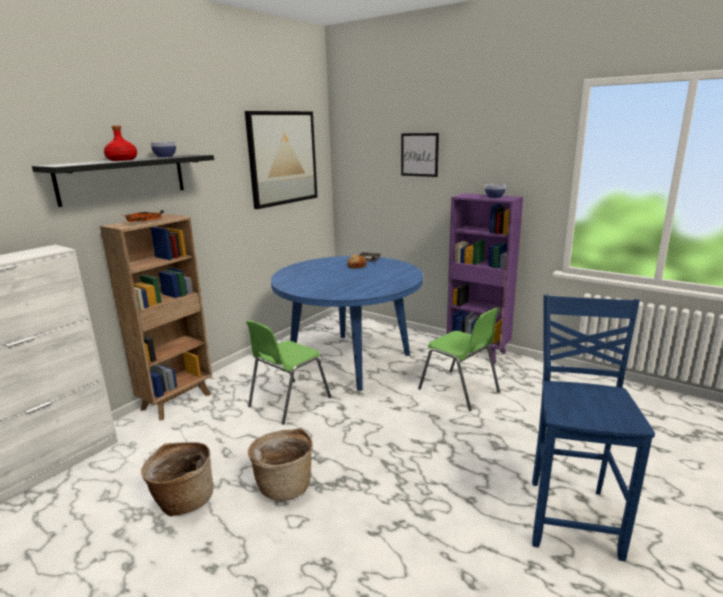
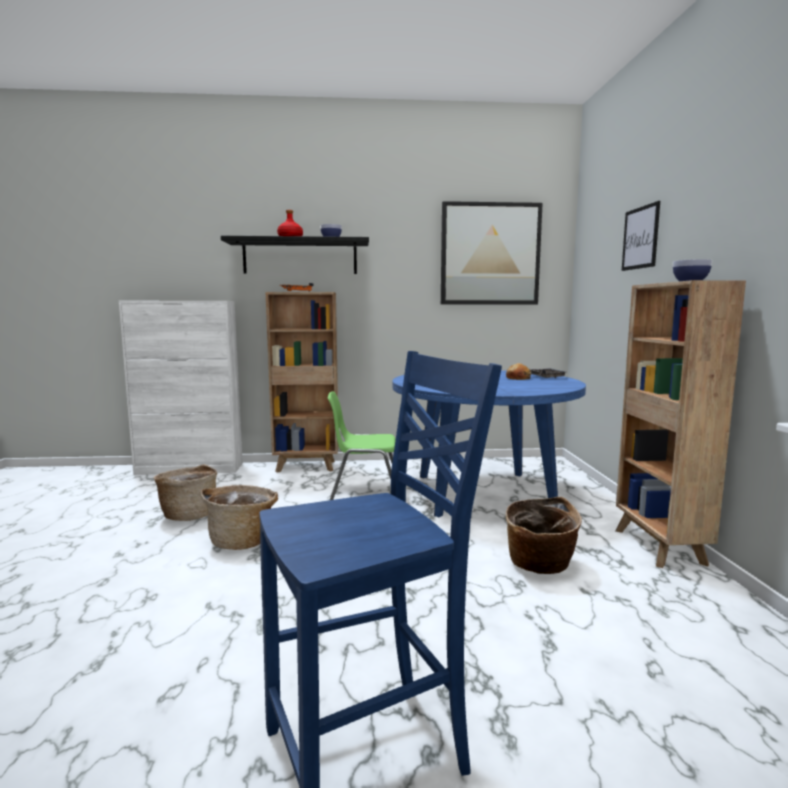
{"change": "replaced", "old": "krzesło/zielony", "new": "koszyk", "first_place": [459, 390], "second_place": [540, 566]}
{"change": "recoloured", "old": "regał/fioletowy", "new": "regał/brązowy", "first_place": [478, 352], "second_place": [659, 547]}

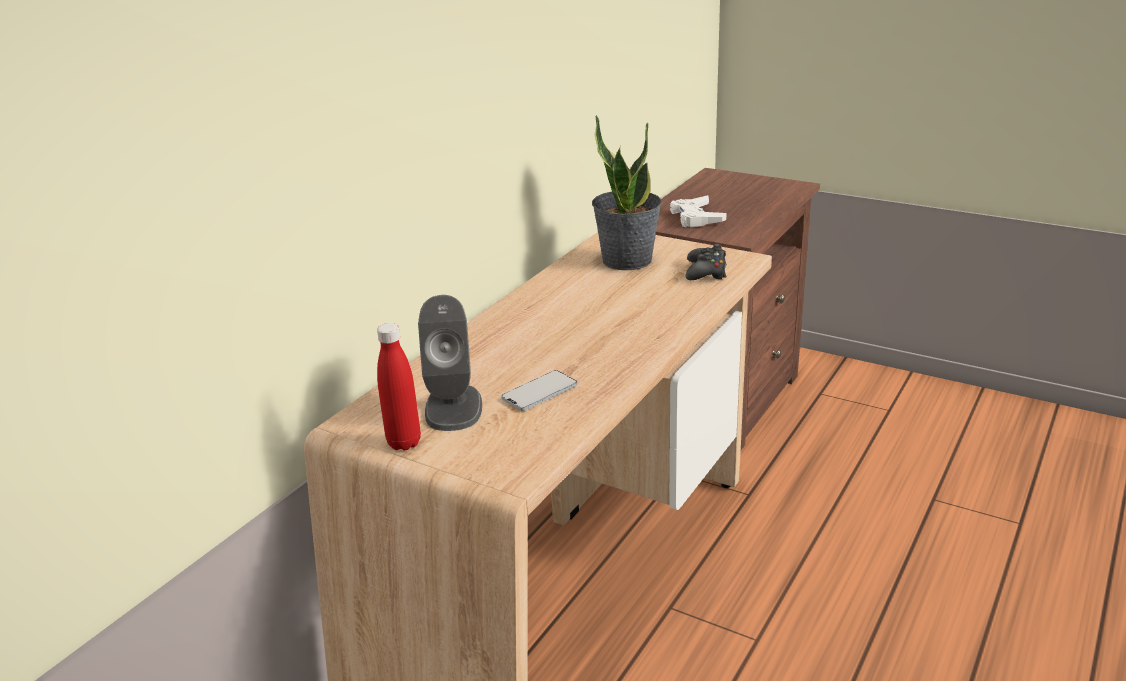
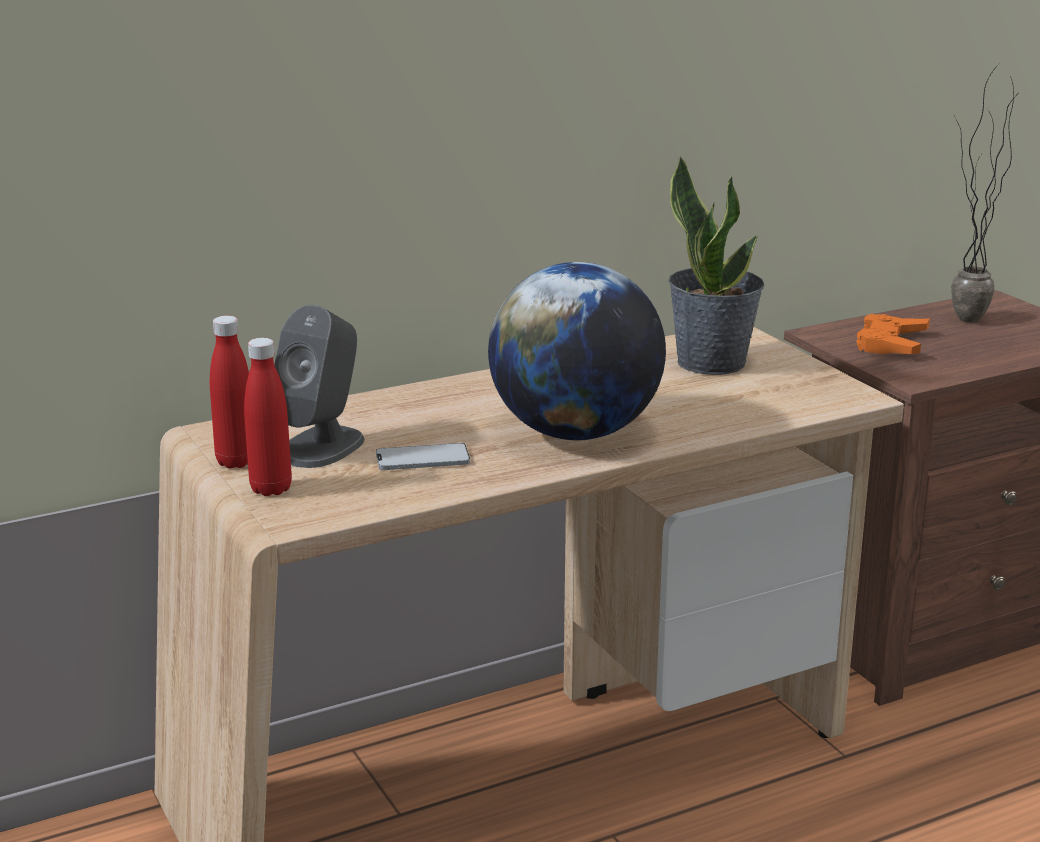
{"change": "added", "new": "butelka/czerwony", "second_place": [271, 489]}
{"change": "added", "new": "globus", "second_place": [575, 433]}
{"change": "recoloured", "old": "pad do gier/biały", "new": "pad do gier/pomarańczowy", "first_place": [696, 217], "second_place": [891, 343]}
{"change": "added", "new": "roślina doniczkowa", "second_place": [961, 323]}
{"change": "removed", "old": "pad do gier/czarny", "first_place": [706, 272]}

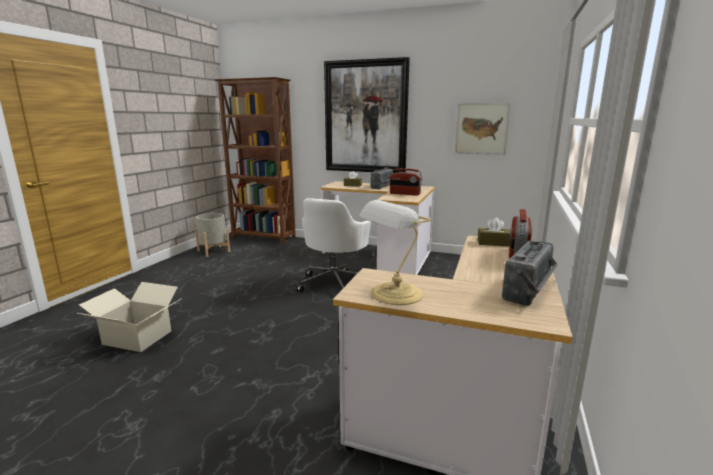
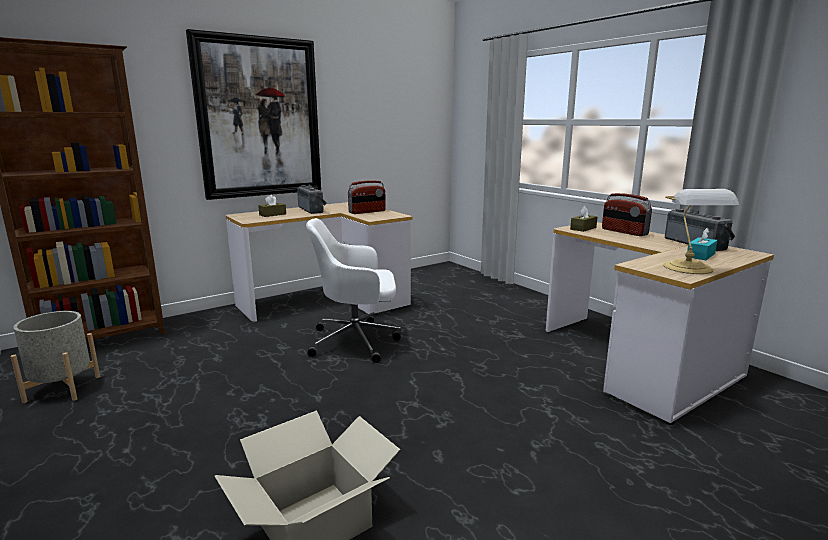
{"change": "turned", "old": "krzesło biurowe/biały", "first_place": [335, 283], "second_place": [357, 341], "degrees": 120}
{"change": "added", "new": "pudełko chusteczek/turkusowy", "second_place": [700, 255]}
{"change": "removed", "old": "obraz", "first_place": [481, 128]}

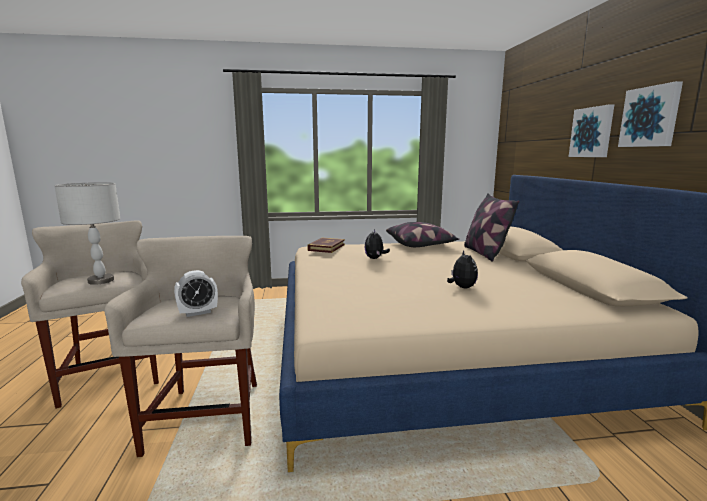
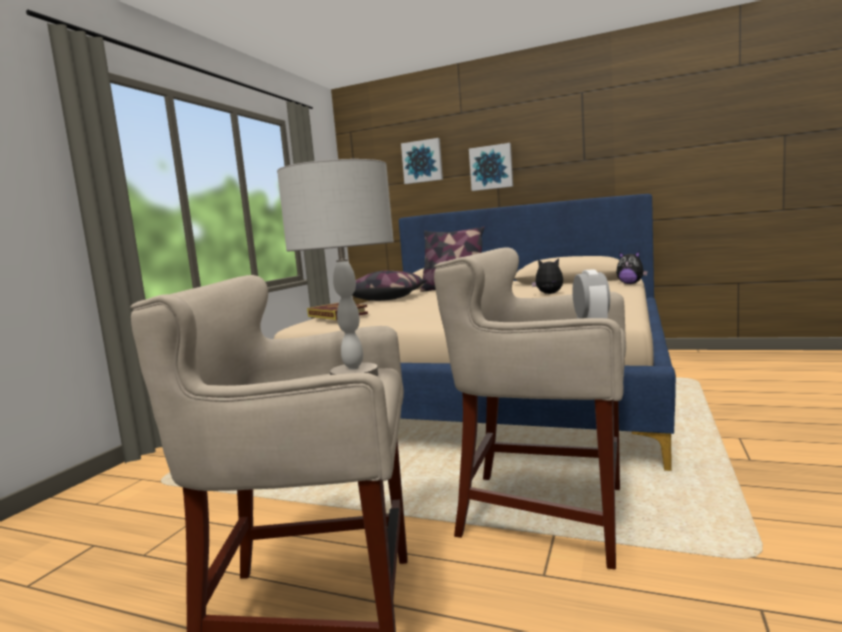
{"change": "moved", "old": "obraz", "first_place": [650, 117], "second_place": [422, 161]}
{"change": "moved", "old": "pluszak", "first_place": [375, 258], "second_place": [630, 283]}

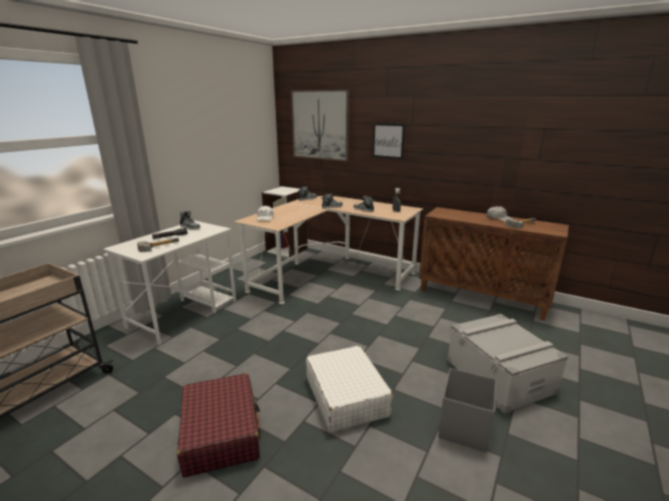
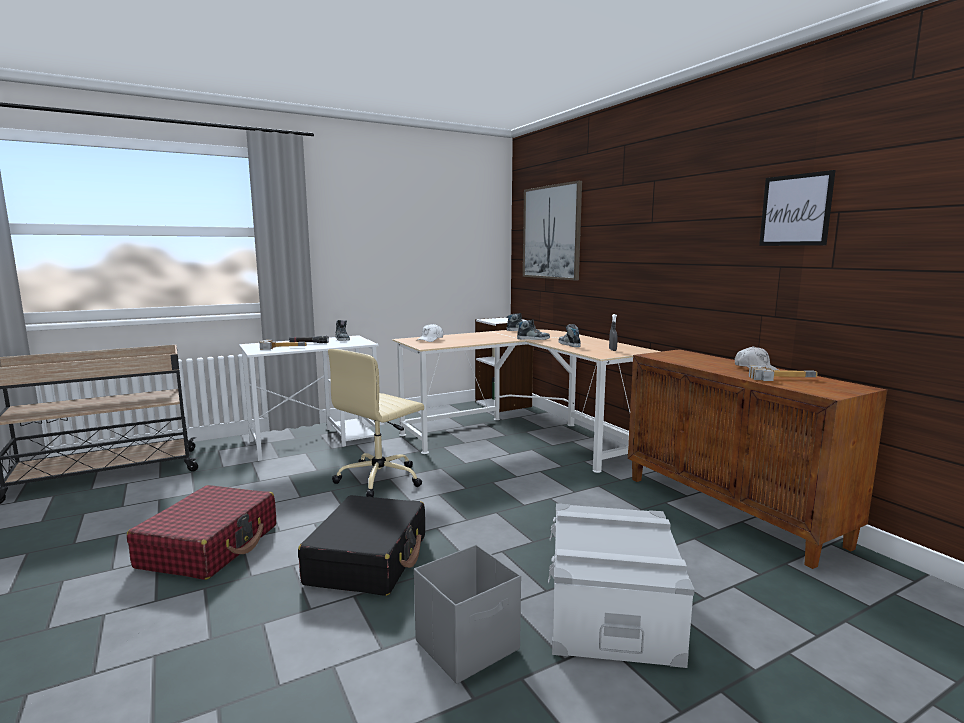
{"change": "recoloured", "old": "walizka/biały", "new": "walizka/czarny", "first_place": [346, 396], "second_place": [368, 559]}
{"change": "added", "new": "krzesło biurowe/beżowy", "second_place": [380, 478]}
{"change": "moved", "old": "obraz", "first_place": [388, 141], "second_place": [795, 210]}

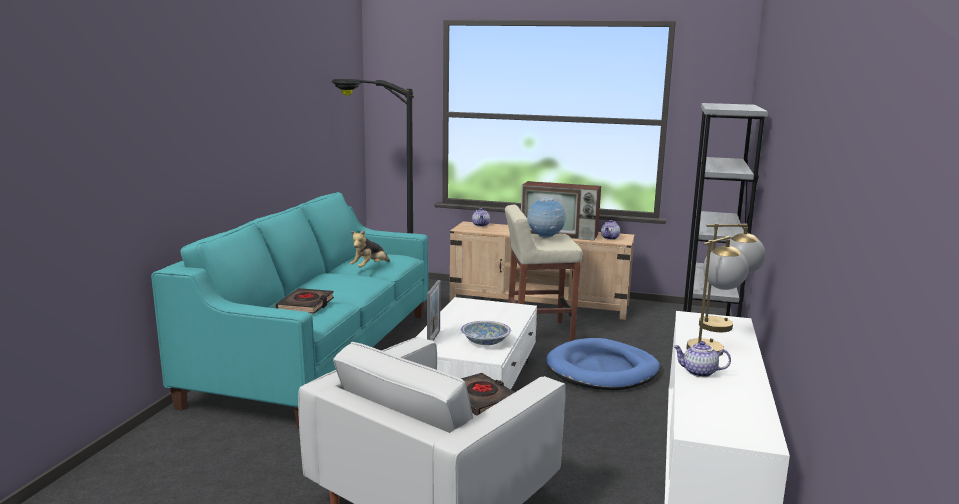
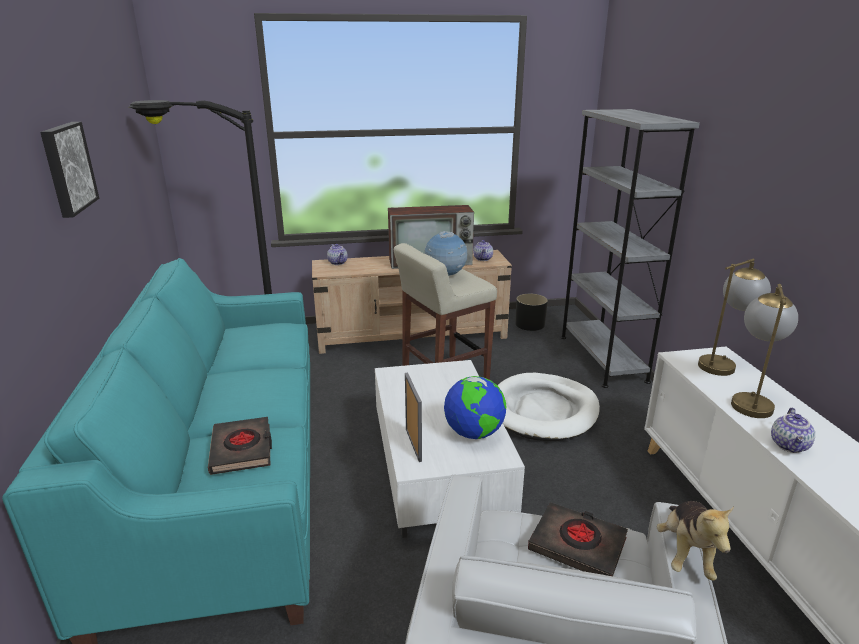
{"change": "added", "new": "obraz", "second_place": [67, 168]}
{"change": "replaced", "old": "miska", "new": "globus", "first_place": [485, 342], "second_place": [474, 433]}
{"change": "recoloured", "old": "legowisko/niebieski", "new": "legowisko/biały", "first_place": [602, 370], "second_place": [543, 411]}
{"change": "added", "new": "donica/czarny", "second_place": [530, 324]}
{"change": "moved", "old": "pluszak", "first_place": [370, 267], "second_place": [686, 553]}
{"change": "turned", "old": "imbryk", "first_place": [699, 373], "second_place": [790, 446], "degrees": -60}

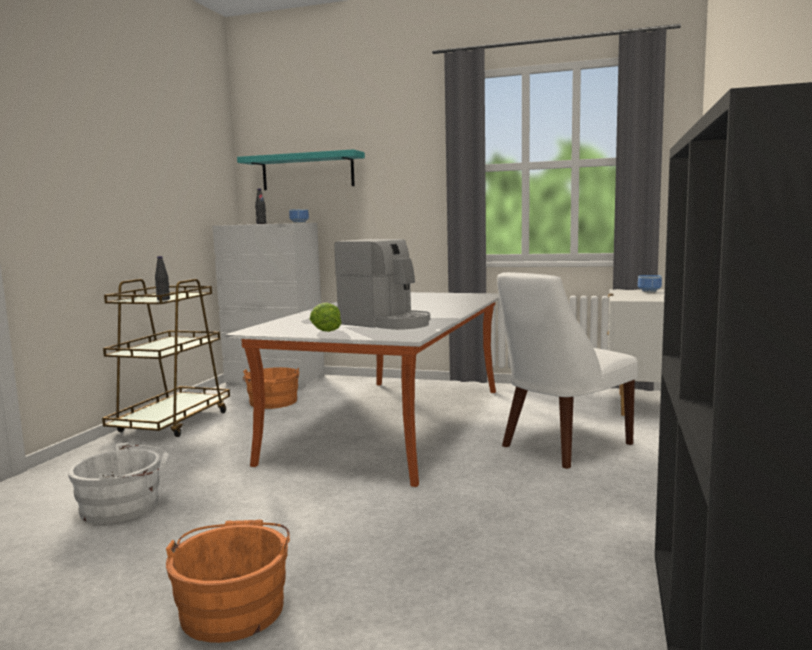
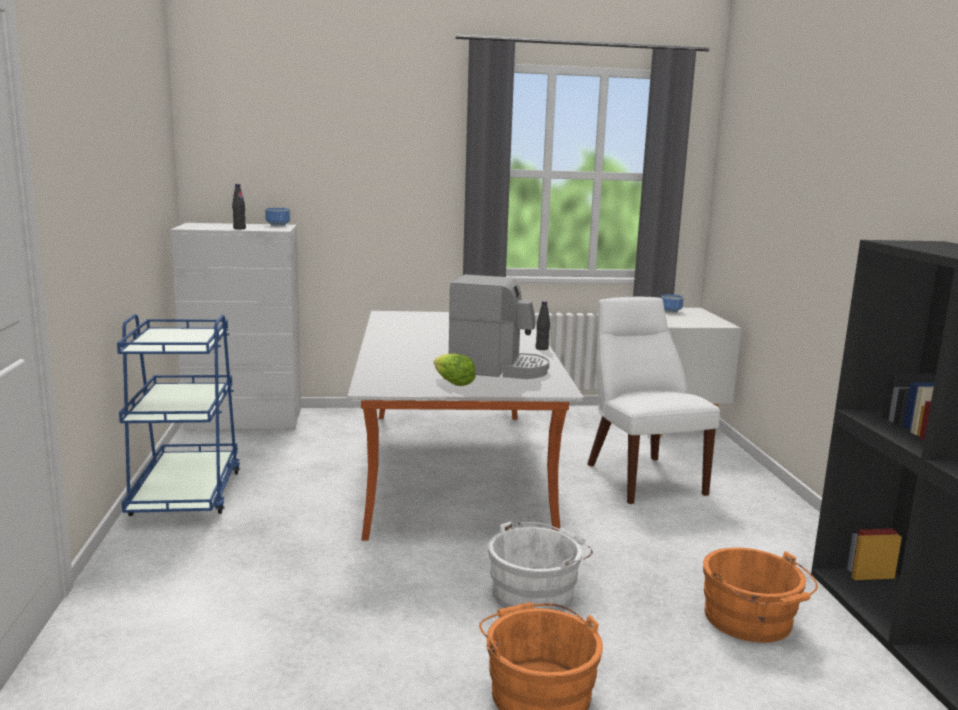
{"change": "recoloured", "old": "wózek/brązowy", "new": "wózek/niebieski", "first_place": [172, 423], "second_place": [186, 495]}
{"change": "moved", "old": "wiadro/biały", "first_place": [125, 506], "second_place": [536, 592]}
{"change": "moved", "old": "butelka/czarny", "first_place": [163, 299], "second_place": [542, 348]}
{"change": "turned", "old": "krzesło/biały", "first_place": [561, 446], "second_place": [641, 477], "degrees": 135}
{"change": "moved", "old": "wiadro/pomarańczowy", "first_place": [273, 403], "second_place": [751, 621]}
{"change": "removed", "old": "półka/turkusowy", "first_place": [307, 172]}

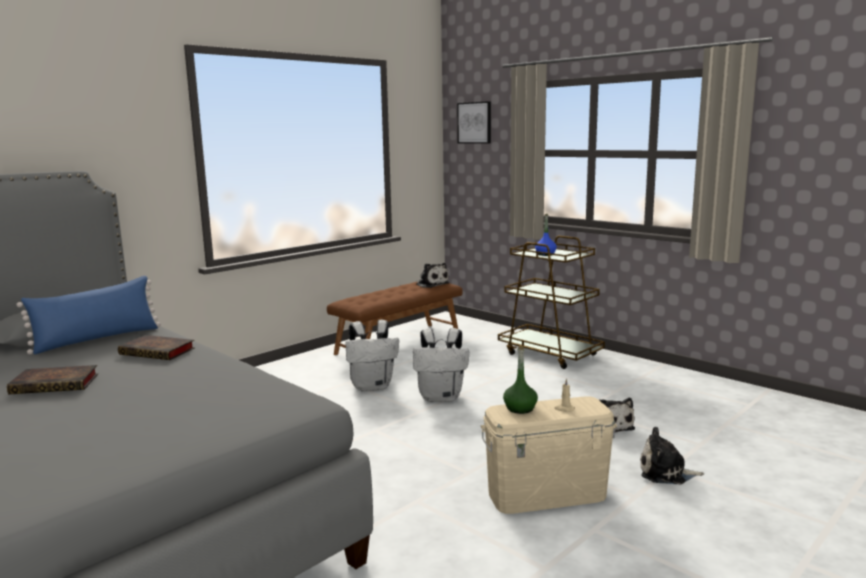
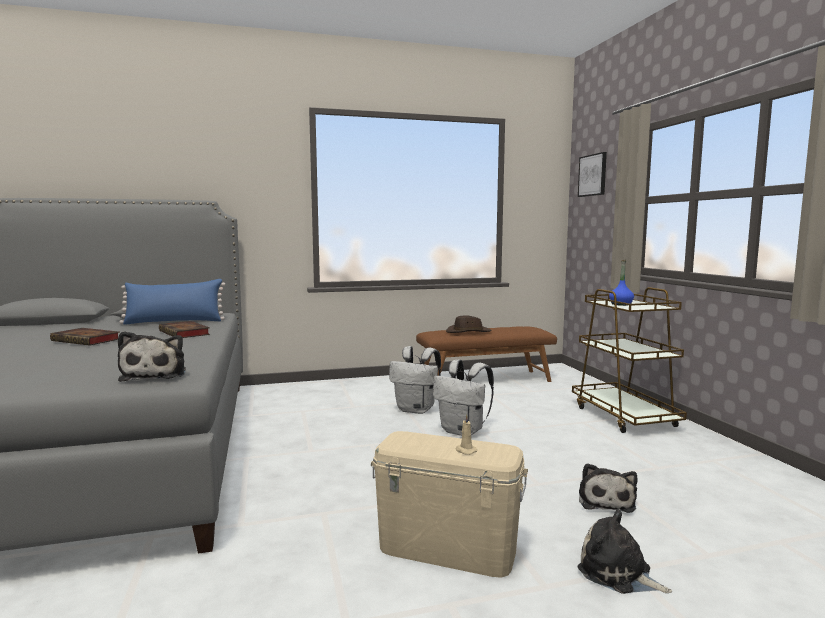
{"change": "moved", "old": "pluszak", "first_place": [431, 284], "second_place": [156, 375]}
{"change": "added", "new": "kapelusz/brązowy", "second_place": [468, 332]}
{"change": "removed", "old": "butelka/zielony", "first_place": [520, 408]}

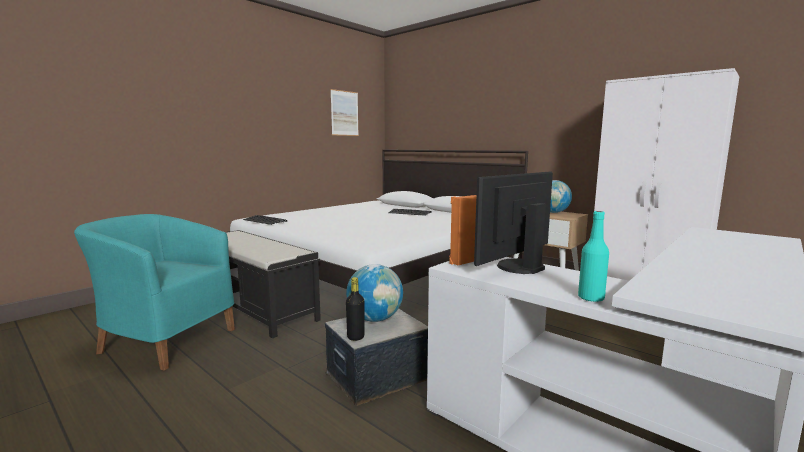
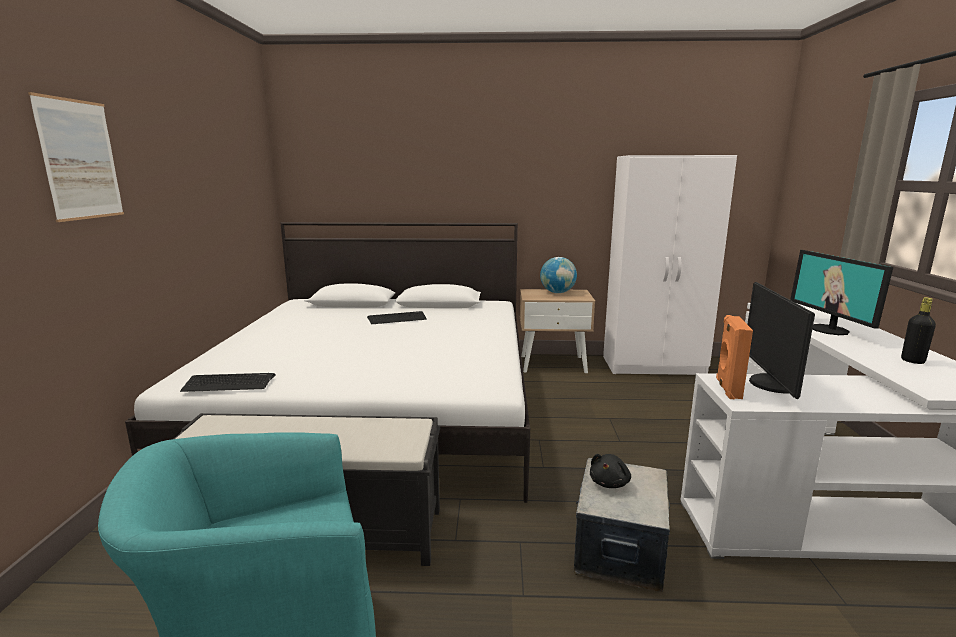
{"change": "moved", "old": "obraz", "first_place": [344, 113], "second_place": [80, 160]}
{"change": "replaced", "old": "globus", "new": "pluszak/czarny", "first_place": [375, 319], "second_place": [610, 483]}
{"change": "added", "new": "monitor", "second_place": [830, 330]}
{"change": "moved", "old": "butelka/czarny", "first_place": [355, 337], "second_place": [912, 361]}
{"change": "removed", "old": "butelka/turkusowy", "first_place": [591, 298]}

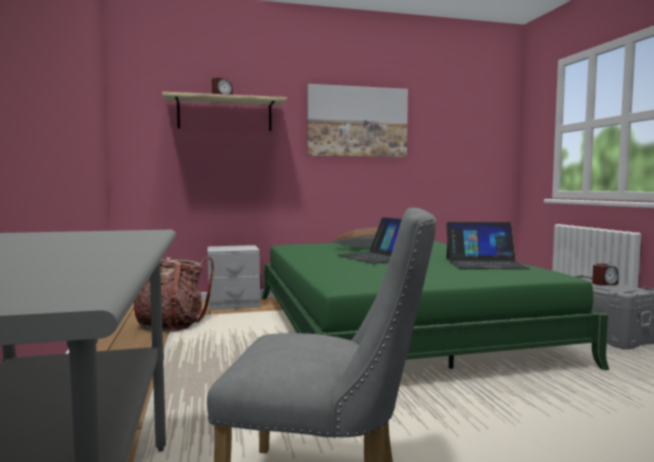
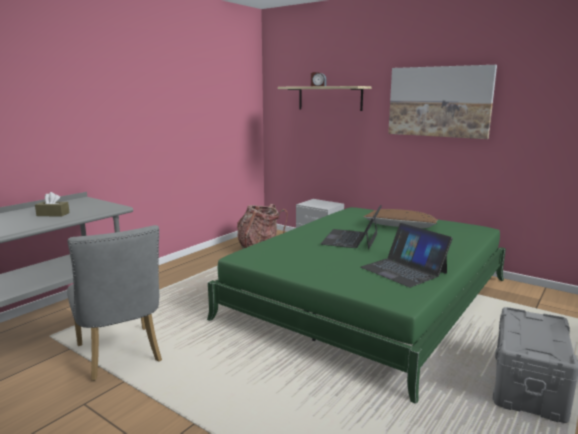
{"change": "added", "new": "pudełko chusteczek/brązowy", "second_place": [53, 214]}
{"change": "removed", "old": "budzik", "first_place": [604, 283]}

